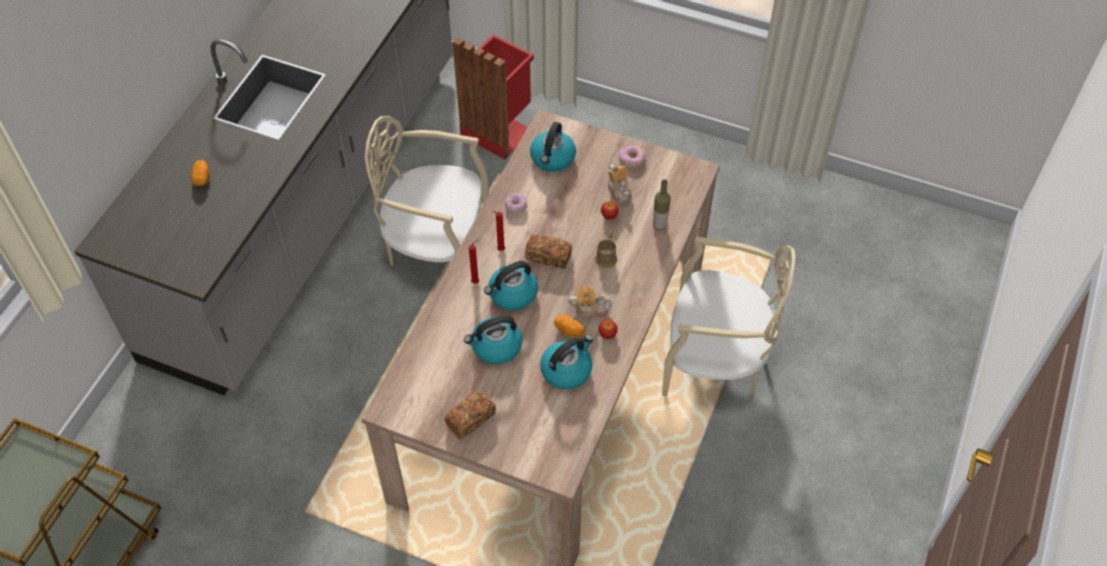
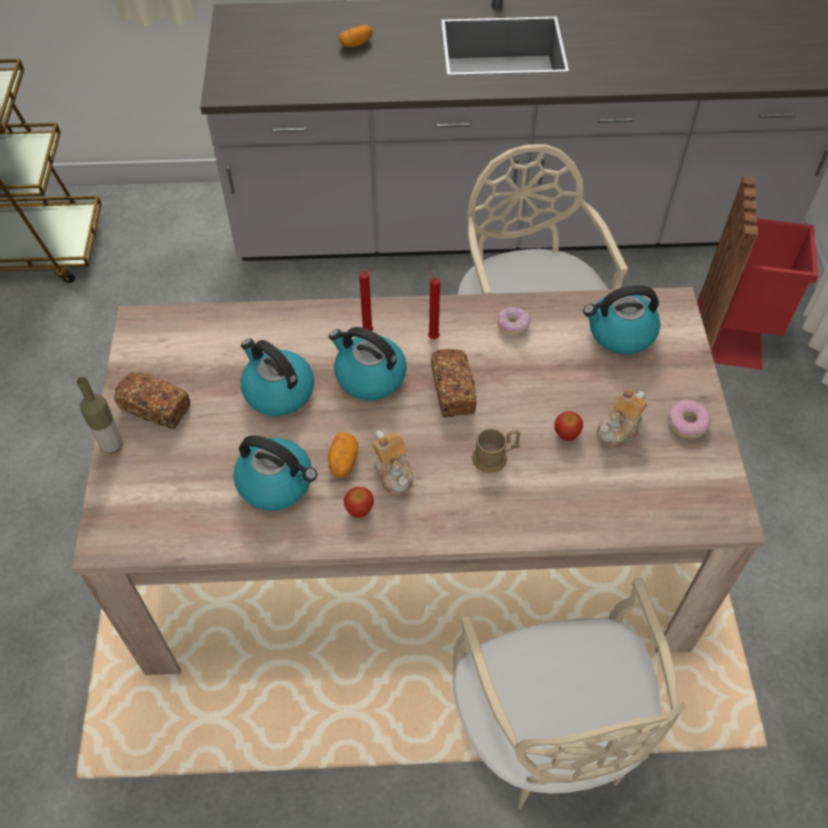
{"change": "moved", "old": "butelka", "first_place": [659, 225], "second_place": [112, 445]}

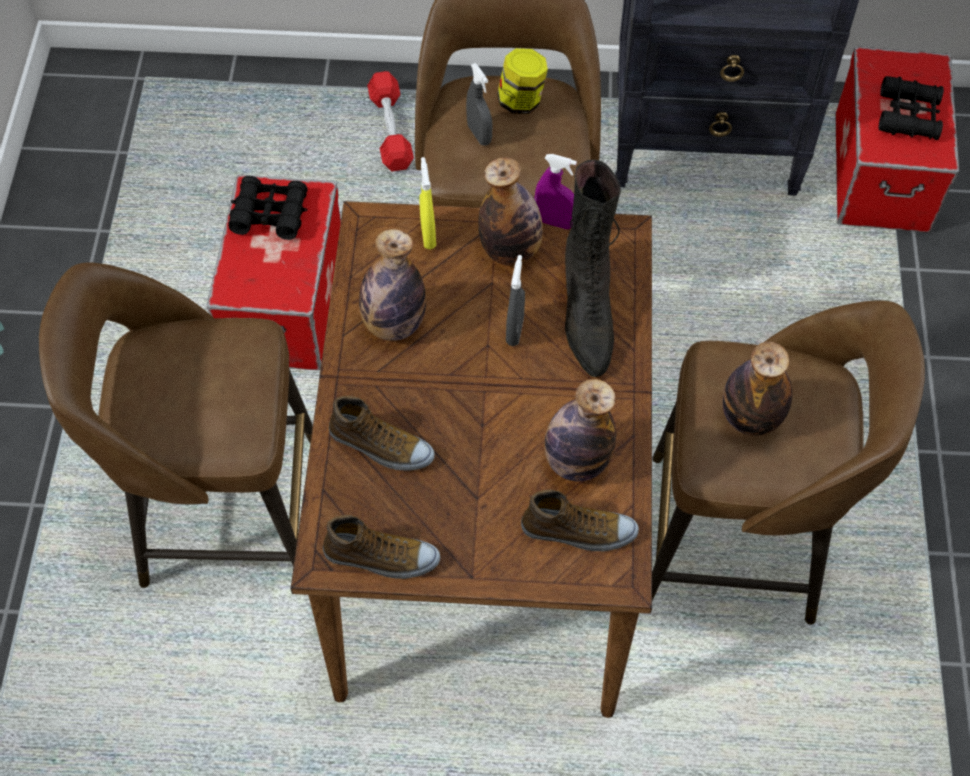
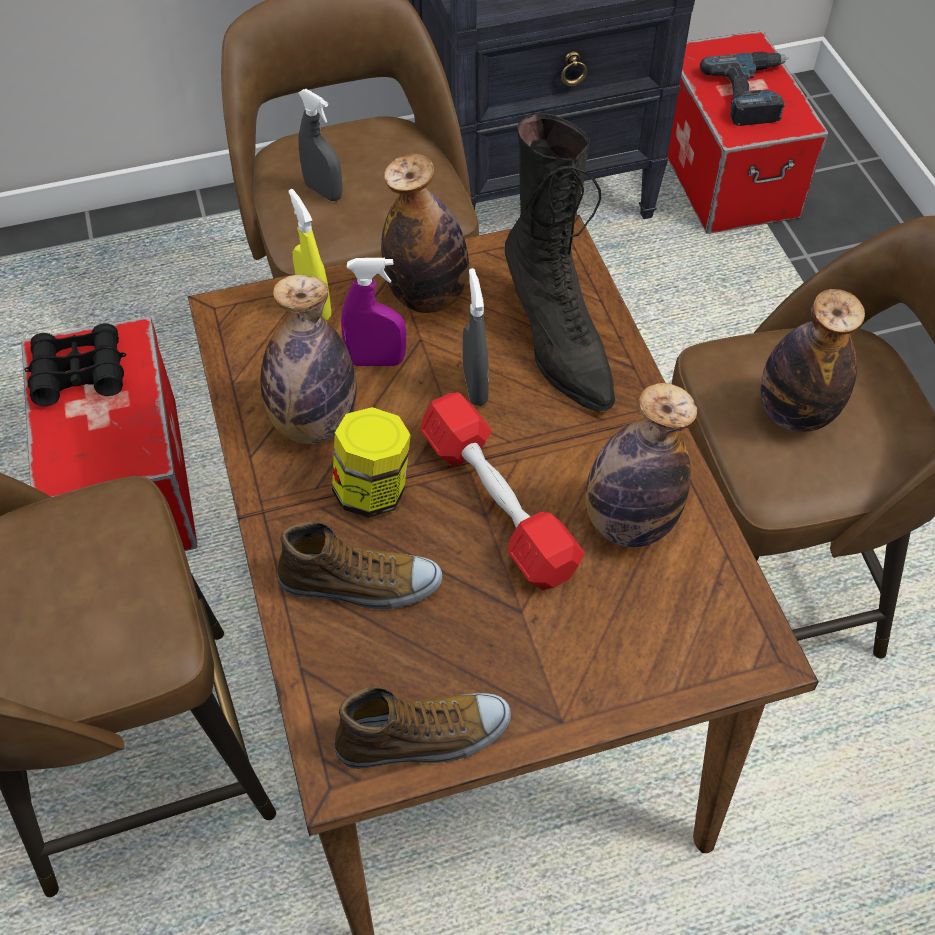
{"change": "moved", "old": "słoik", "first_place": [521, 101], "second_place": [373, 490]}
{"change": "moved", "old": "spryskiwacz/fioletowy", "first_place": [555, 222], "second_place": [376, 361]}
{"change": "moved", "old": "hantel/czerwony", "first_place": [390, 130], "second_place": [498, 504]}
{"change": "replaced", "old": "lornetka/czarny", "new": "wiertarka", "first_place": [909, 115], "second_place": [752, 94]}
{"change": "removed", "old": "but", "first_place": [578, 532]}

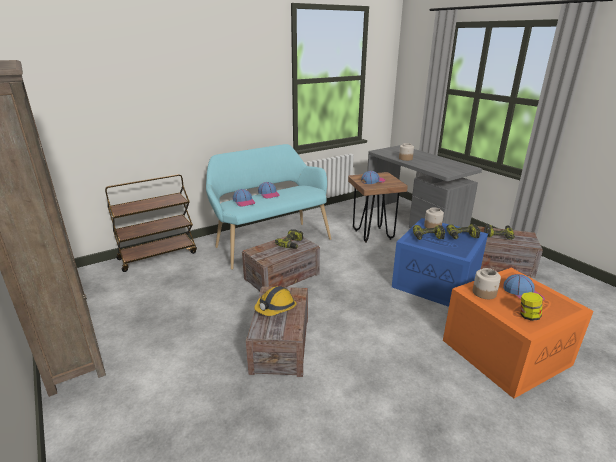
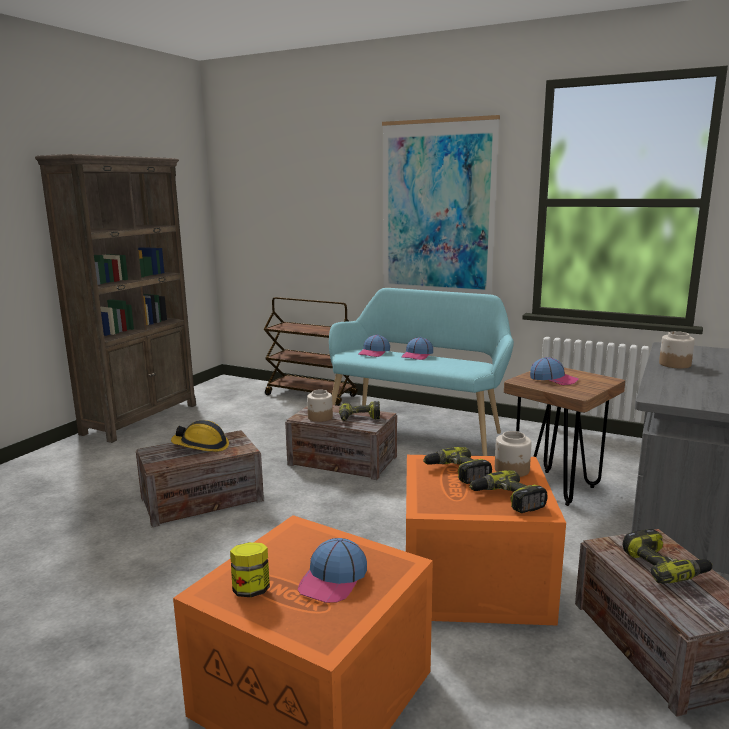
{"change": "moved", "old": "słoik", "first_place": [484, 293], "second_place": [320, 417]}
{"change": "added", "new": "obraz", "second_place": [437, 215]}
{"change": "recoloured", "old": "pojemnik do przechowywania/niebieski", "new": "pojemnik do przechowywania/pomarańczowy", "first_place": [437, 282], "second_place": [476, 579]}

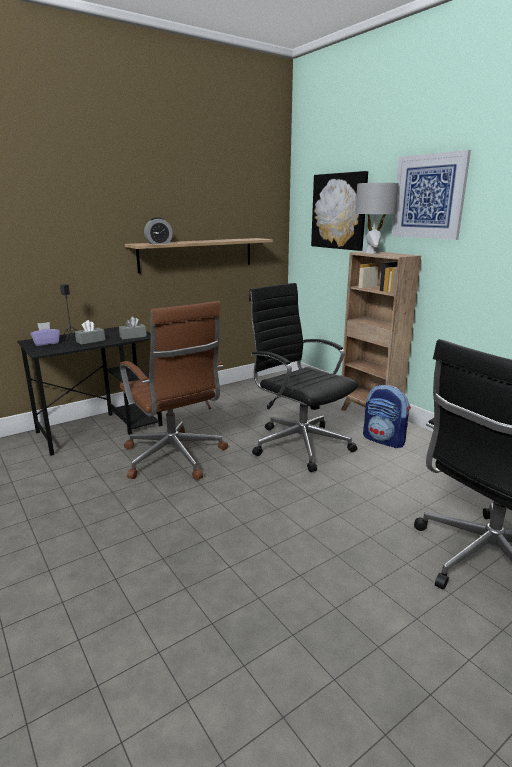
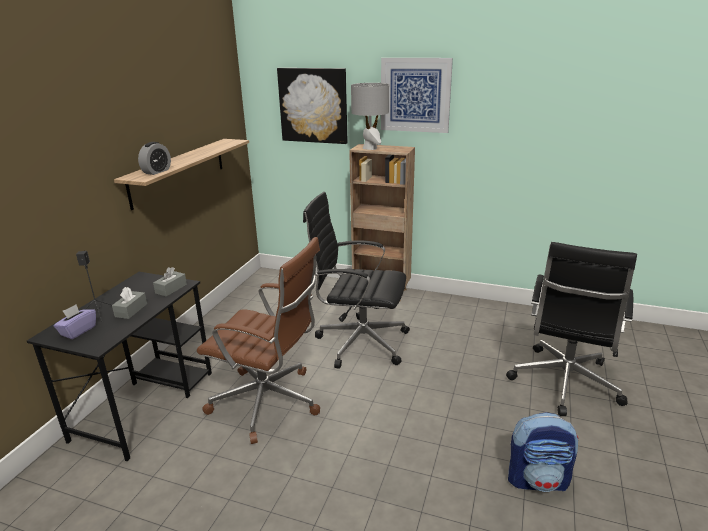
{"change": "moved", "old": "plecak", "first_place": [384, 440], "second_place": [538, 480]}

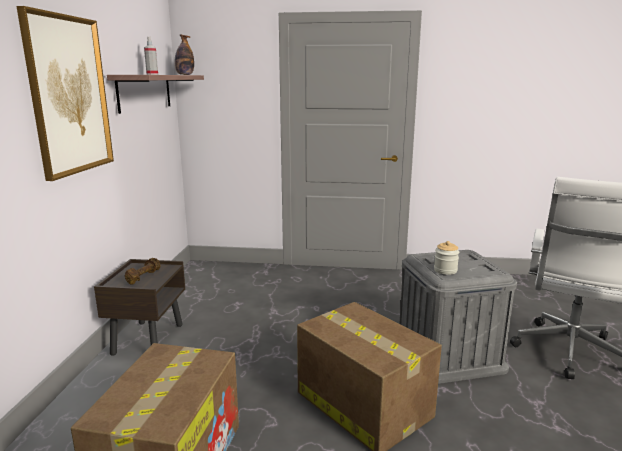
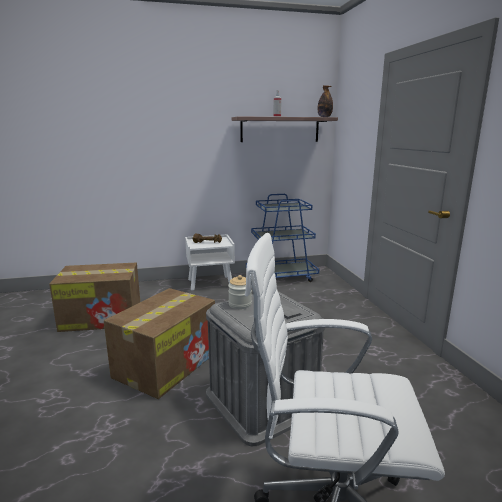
{"change": "recoloured", "old": "szafka nocna/brązowy", "new": "szafka nocna/biały", "first_place": [148, 338], "second_place": [210, 283]}
{"change": "added", "new": "wózek/niebieski", "second_place": [281, 277]}
{"change": "removed", "old": "obraz", "first_place": [69, 95]}

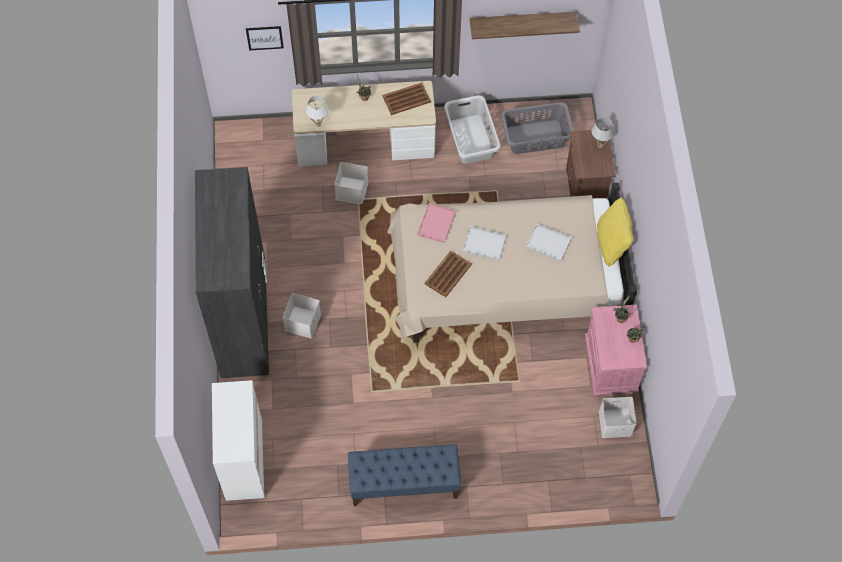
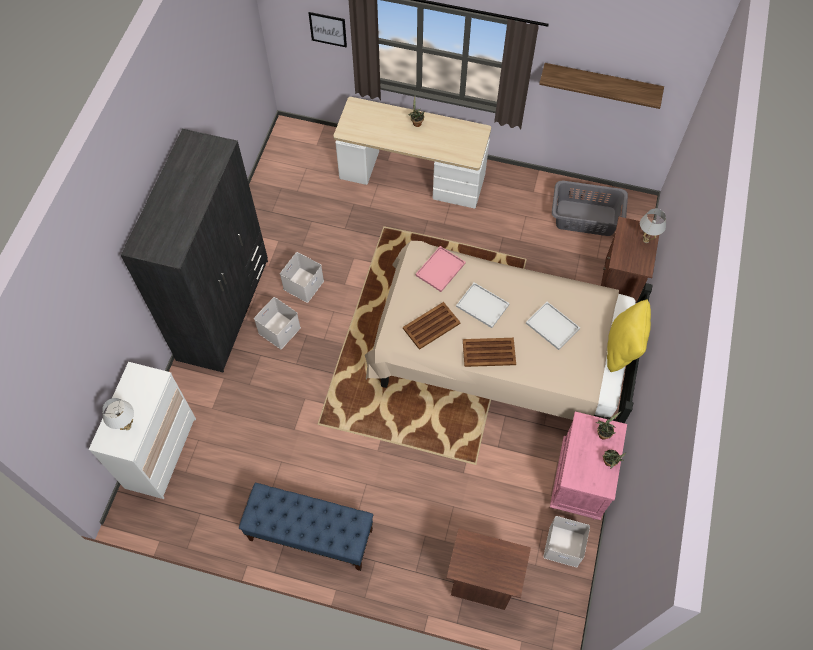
{"change": "moved", "old": "lampa stołowa/biały", "first_place": [318, 124], "second_place": [127, 427]}
{"change": "moved", "old": "pojemnik do przechowywania/biały", "first_place": [351, 190], "second_place": [303, 284]}
{"change": "added", "new": "szafka nocna/brązowy", "second_place": [481, 582]}
{"change": "moved", "old": "taca/brązowy", "first_place": [407, 99], "second_place": [489, 352]}
{"change": "removed", "old": "kosz na pranie/szary", "first_place": [471, 139]}

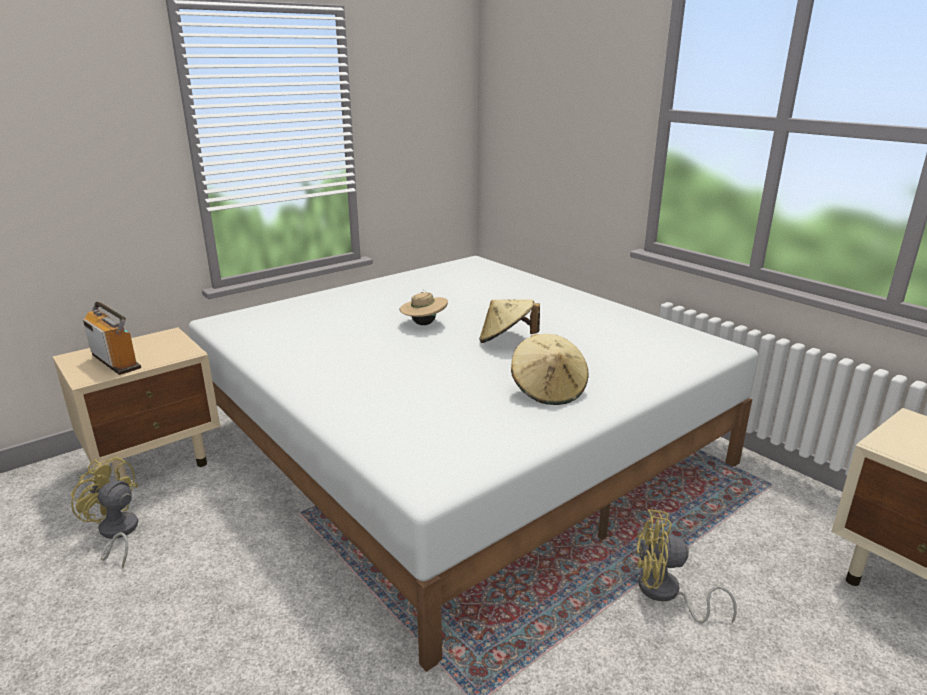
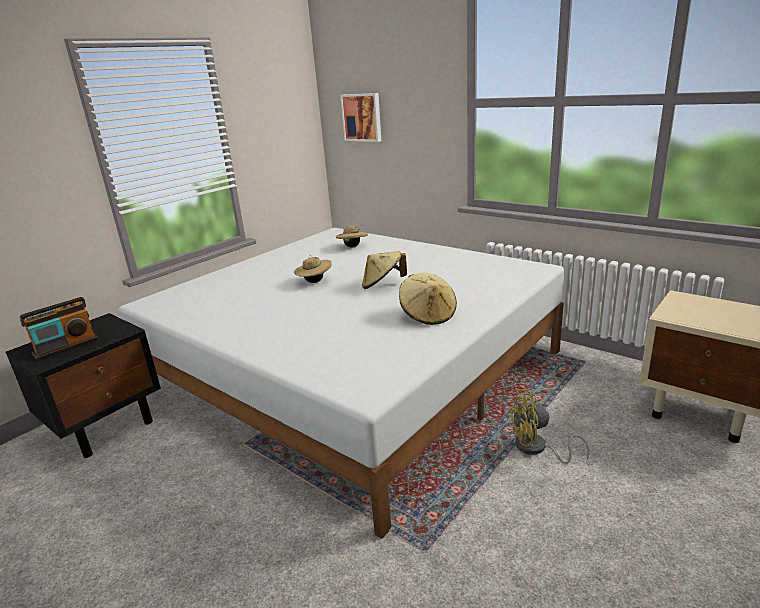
{"change": "recoloured", "old": "szafka nocna/beżowy", "new": "szafka nocna/czarny", "first_place": [156, 461], "second_place": [107, 426]}
{"change": "turned", "old": "radio", "first_place": [116, 361], "second_place": [66, 347], "degrees": 105}
{"change": "added", "new": "kapelusz/beżowy", "second_place": [353, 247]}
{"change": "added", "new": "obraz", "second_place": [362, 117]}
{"change": "removed", "old": "wentylator/żółty", "first_place": [117, 534]}

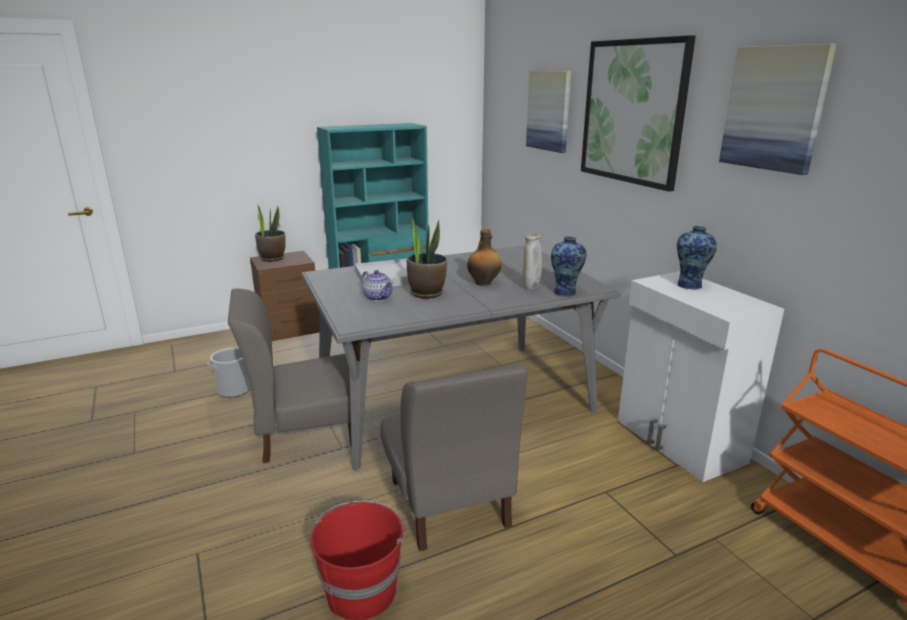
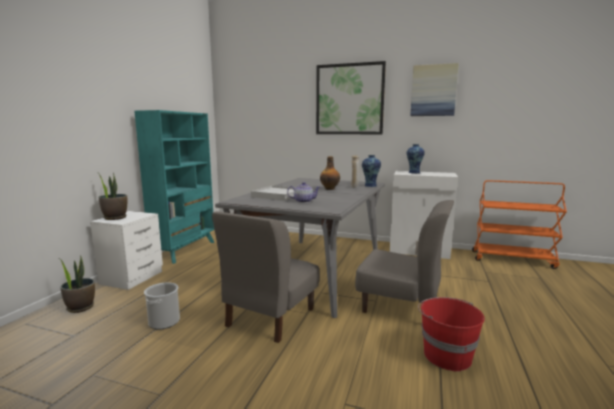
{"change": "moved", "old": "roślina doniczkowa", "first_place": [427, 293], "second_place": [80, 307]}
{"change": "recoloured", "old": "szafka nocna/brązowy", "new": "szafka nocna/biały", "first_place": [291, 329], "second_place": [133, 277]}
{"change": "removed", "old": "obraz", "first_place": [549, 111]}

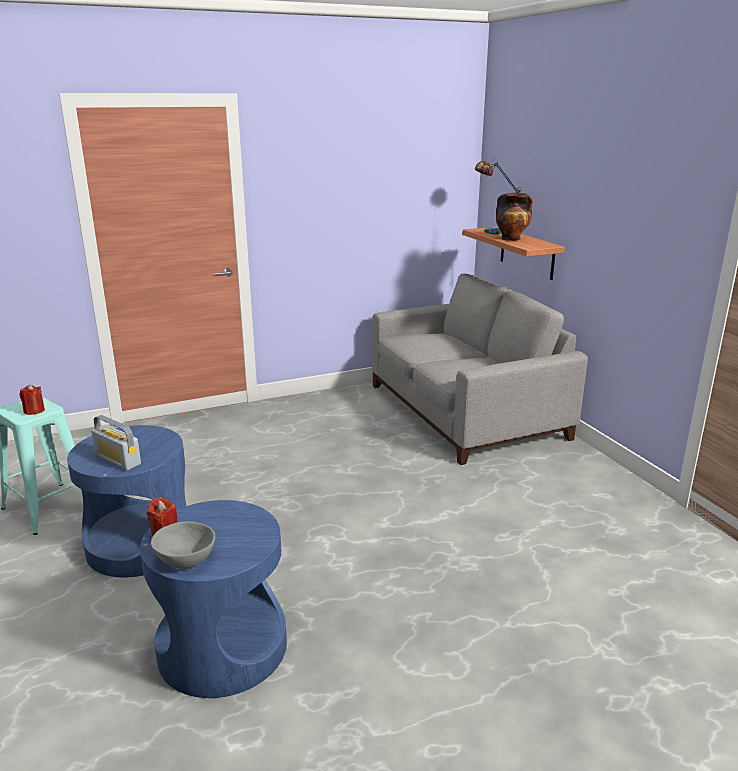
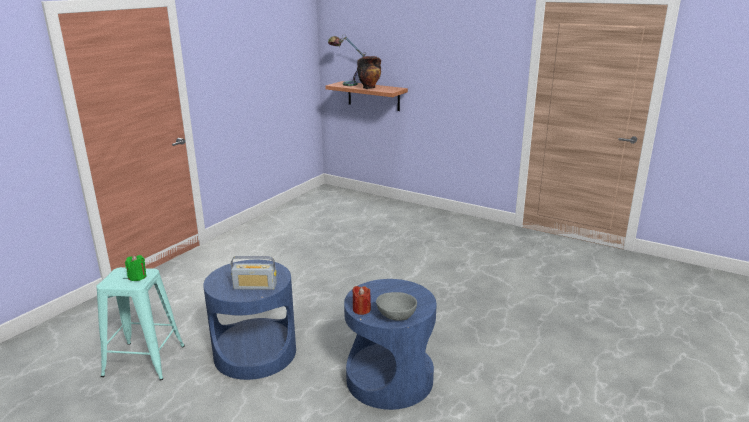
{"change": "recoloured", "old": "świeca/czerwony", "new": "świeca/zielony", "first_place": [34, 411], "second_place": [137, 277]}
{"change": "removed", "old": "kanapa/szary", "first_place": [464, 411]}

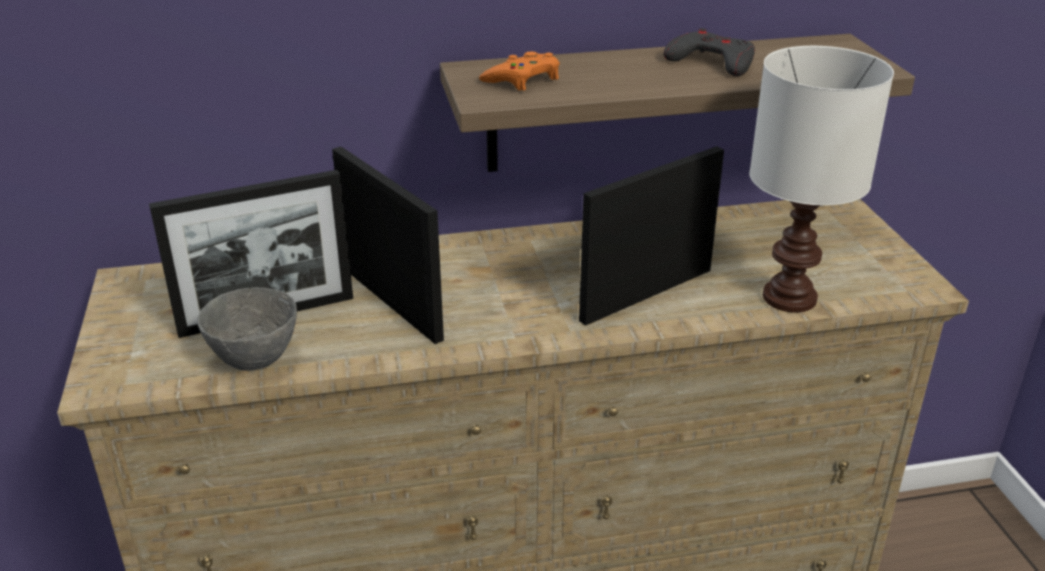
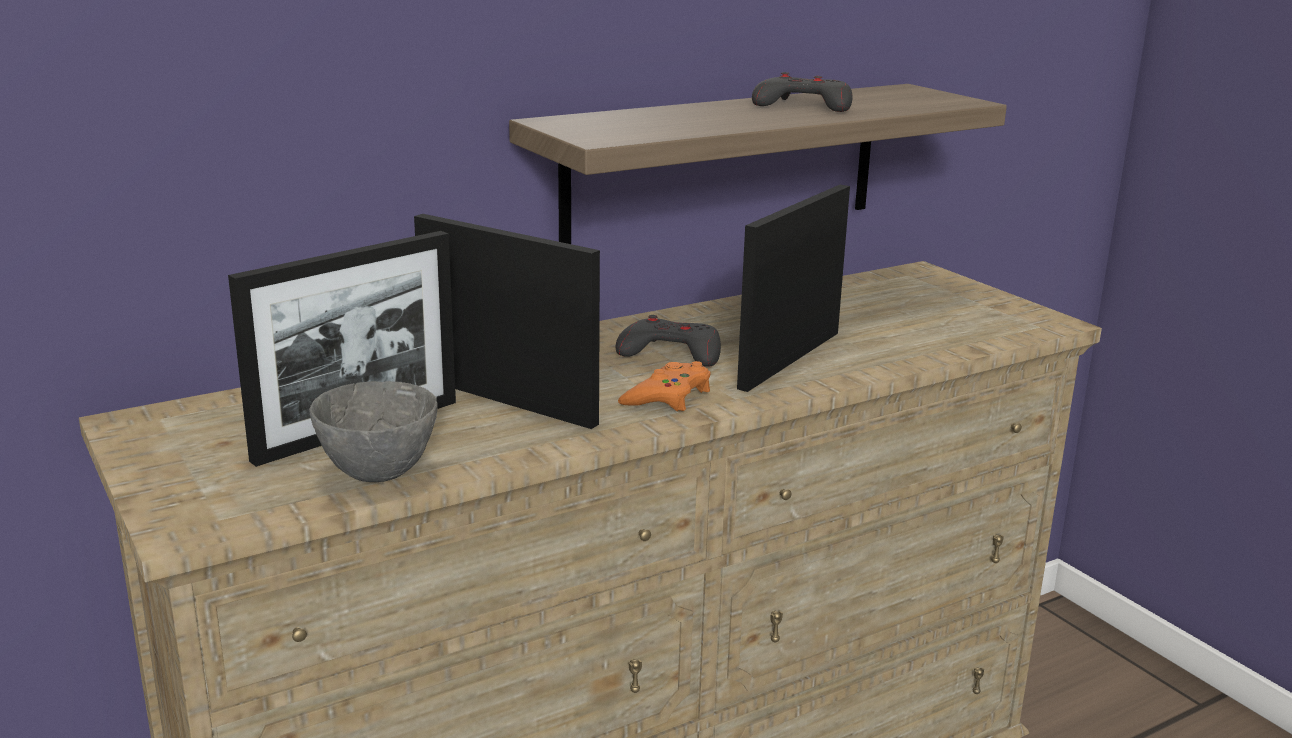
{"change": "added", "new": "pad do gier/szary", "second_place": [671, 352]}
{"change": "moved", "old": "pad do gier/pomarańczowy", "first_place": [523, 79], "second_place": [667, 396]}
{"change": "removed", "old": "lampa stołowa/biały", "first_place": [790, 299]}

